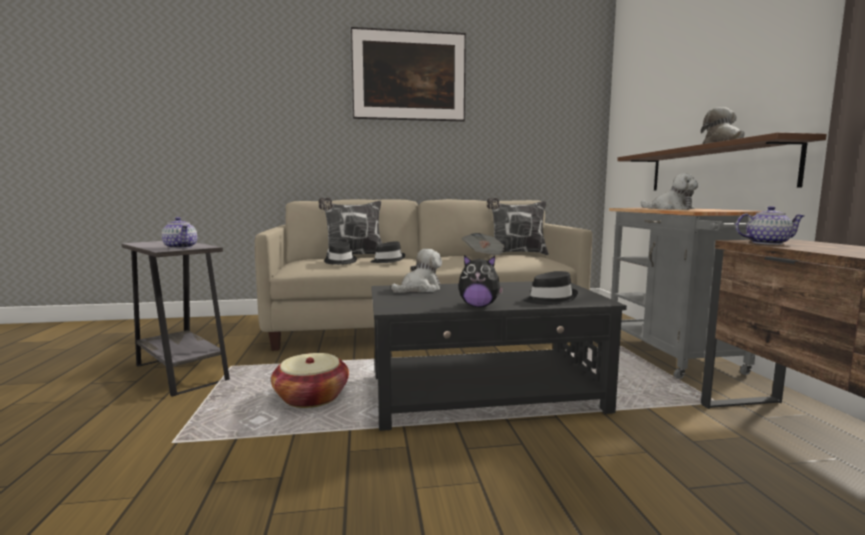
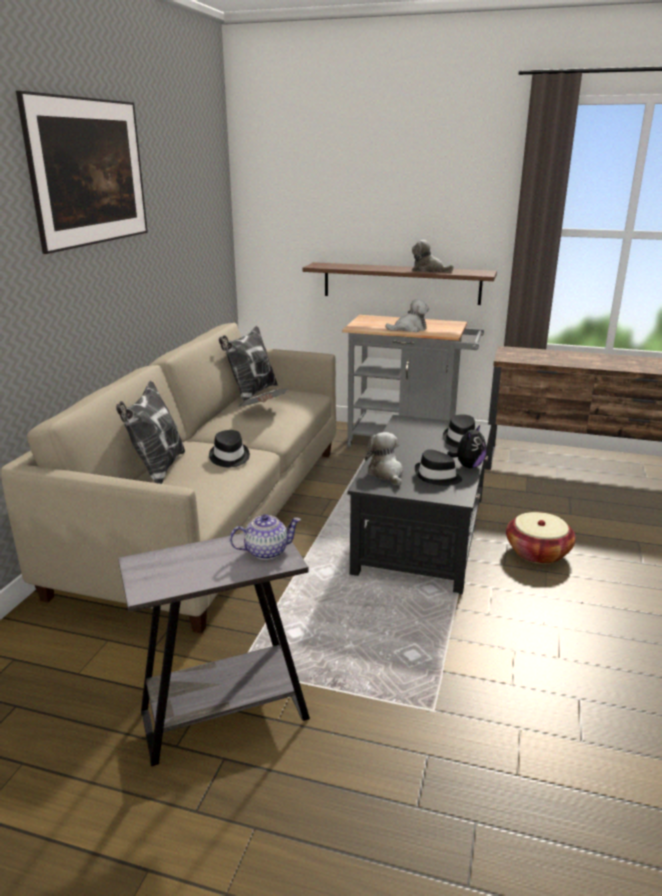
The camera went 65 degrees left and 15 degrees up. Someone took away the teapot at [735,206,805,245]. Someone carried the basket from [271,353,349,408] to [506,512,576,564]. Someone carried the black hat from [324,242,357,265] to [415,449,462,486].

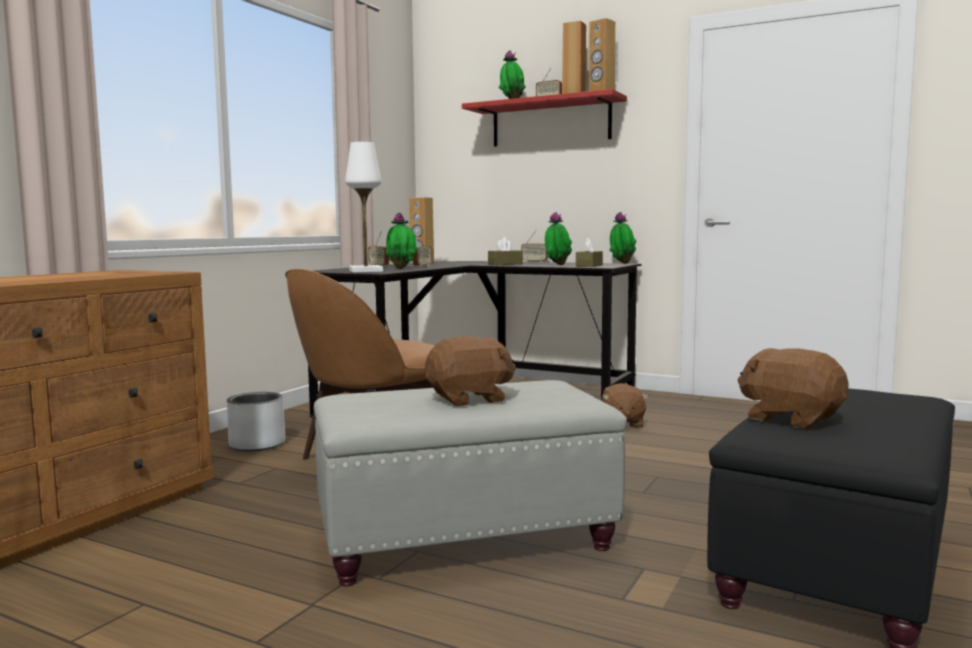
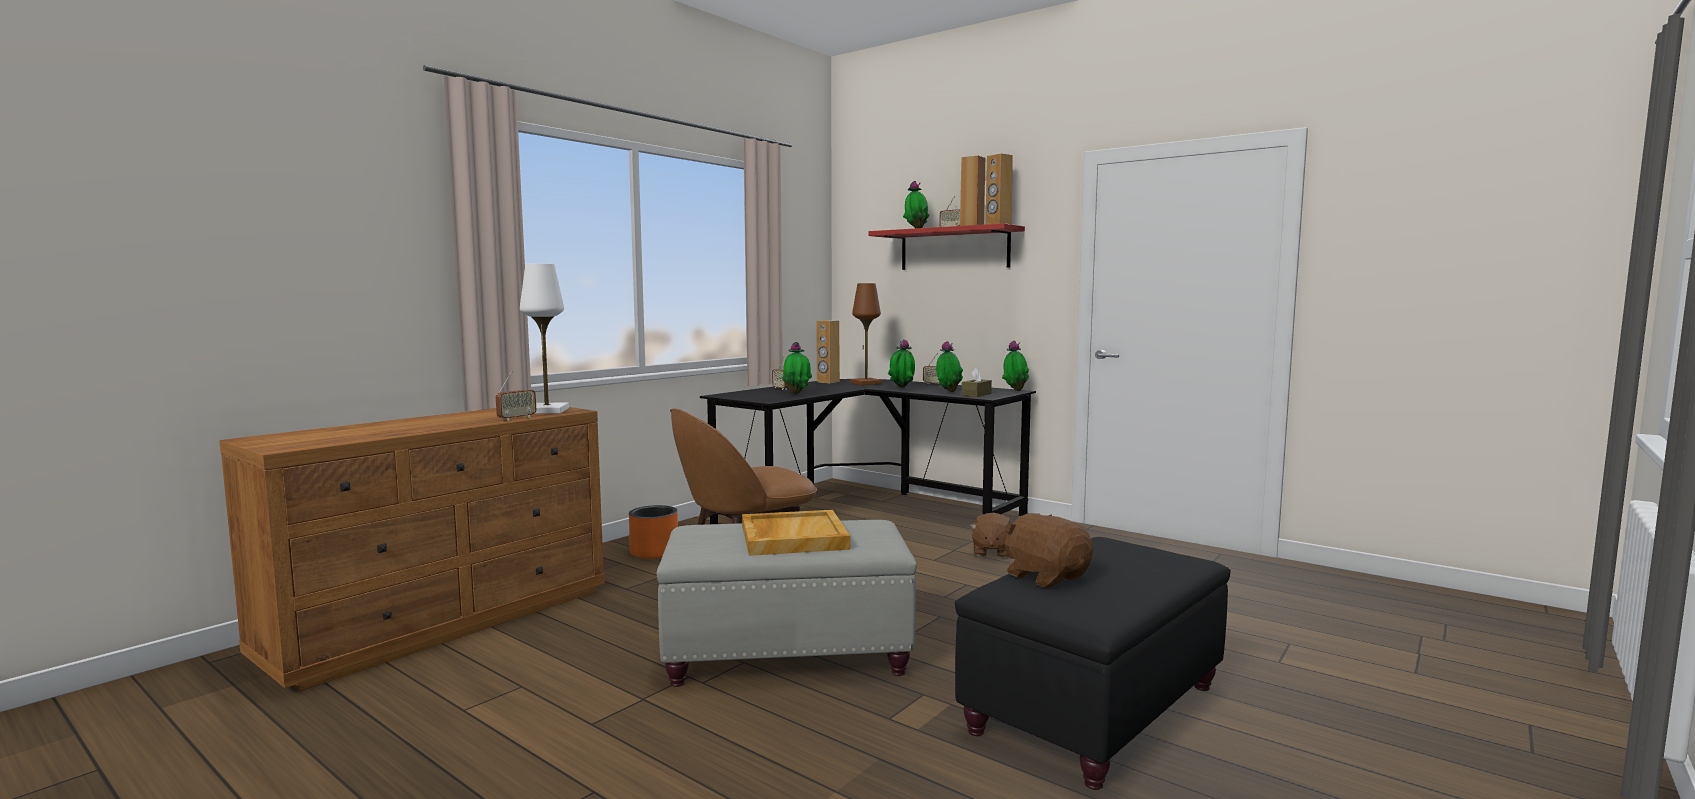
The camera went 10 degrees right and 0 degrees up. Someone put down the brown table lamp at [850,283,883,385]. Someone carried the white table lamp from [345,142,383,273] to [520,263,569,414]. Someone carried the radio from [413,231,432,267] to [496,370,536,421]. Someone swapped the brown plush toy at [425,336,516,406] for the beige tray at [742,510,850,556]. Someone swapped the brown tissue box at [488,237,523,265] for the potted plant at [888,340,915,388]. Someone repainted the grey planter at [227,392,285,451], which became the orange planter at [629,505,678,559].

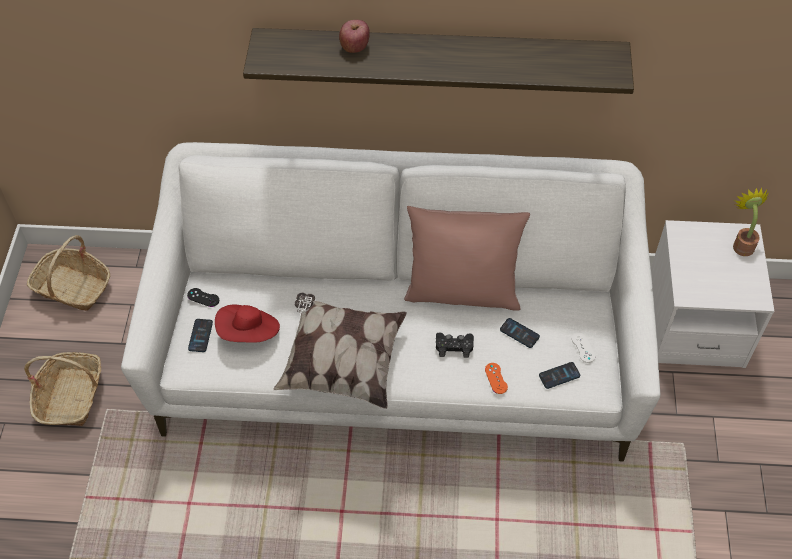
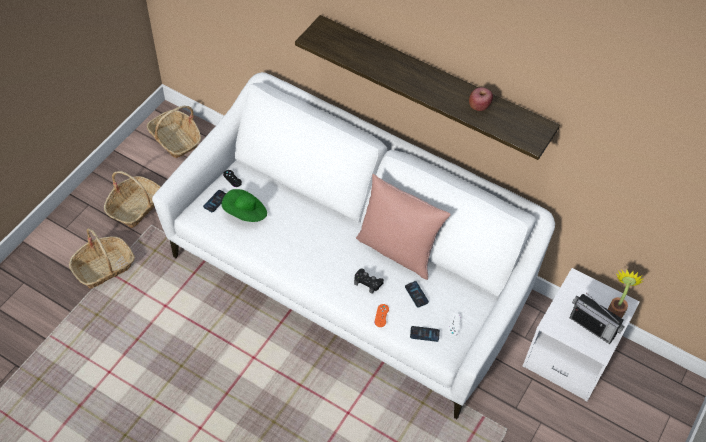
The camera went 25 degrees right and 0 degrees up. Someone took away the pillow at [273,292,407,409]. Someone put down the basket at [69,228,135,289]. Someone put down the radio at [569,293,625,344]. Someone carried the apple from [339,20,370,53] to [469,87,493,111]. Someone repainted the red hat at [215,305,280,343], which became the green hat at [222,189,267,222].

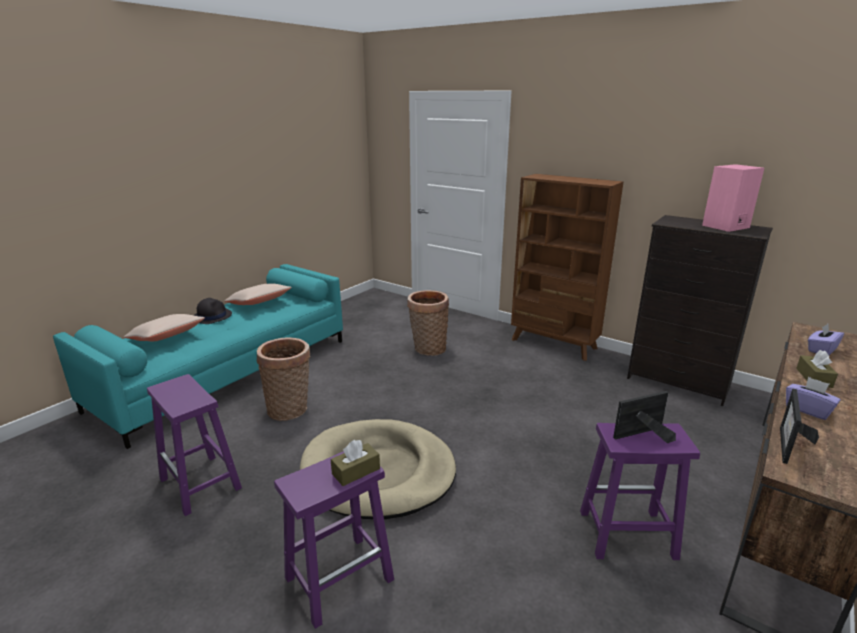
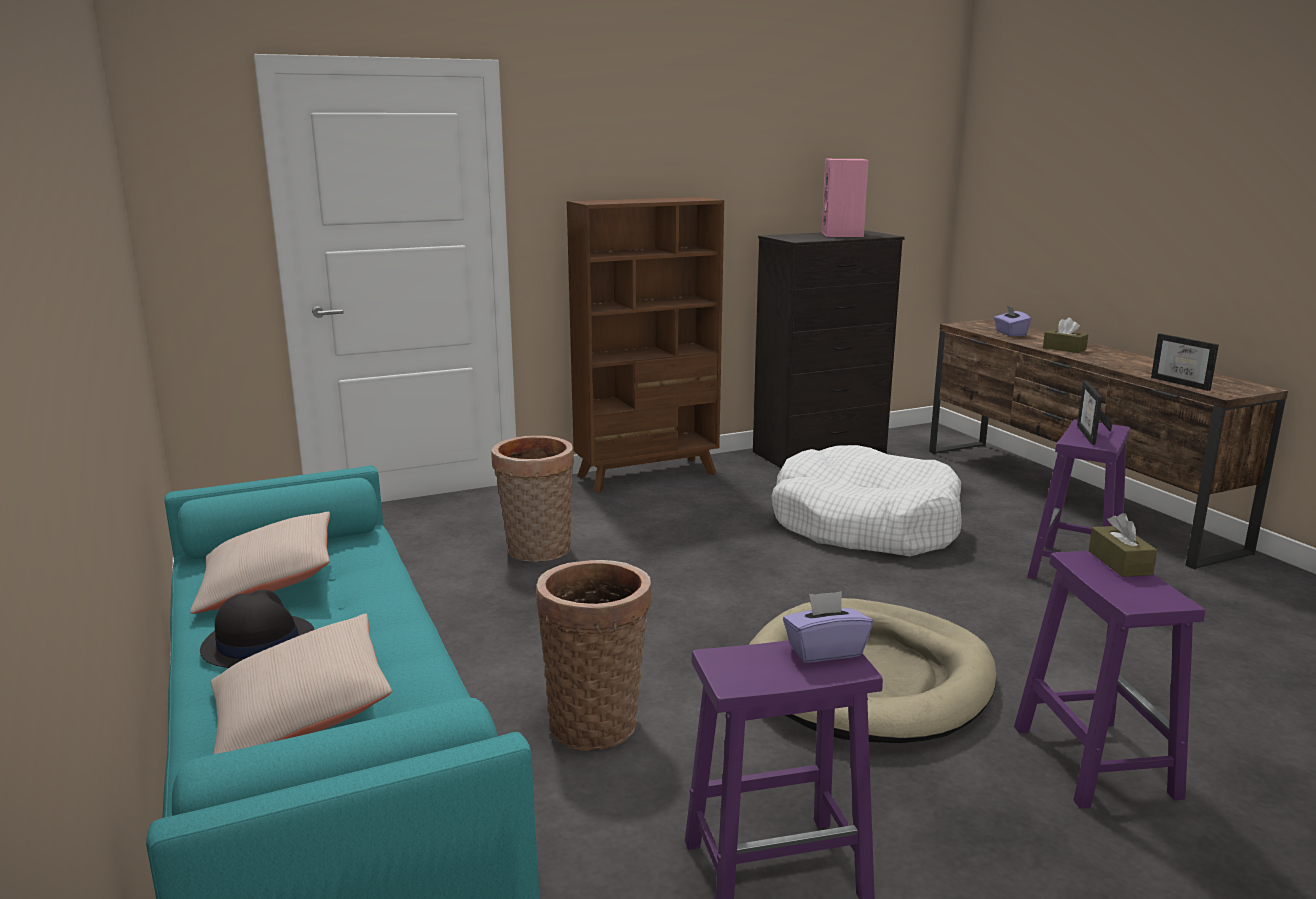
The camera went 60 degrees left and 5 degrees down. Someone put down the white dog bed at [772,445,962,557]. Someone carried the purple tissue box from [786,377,840,420] to [783,591,873,663].

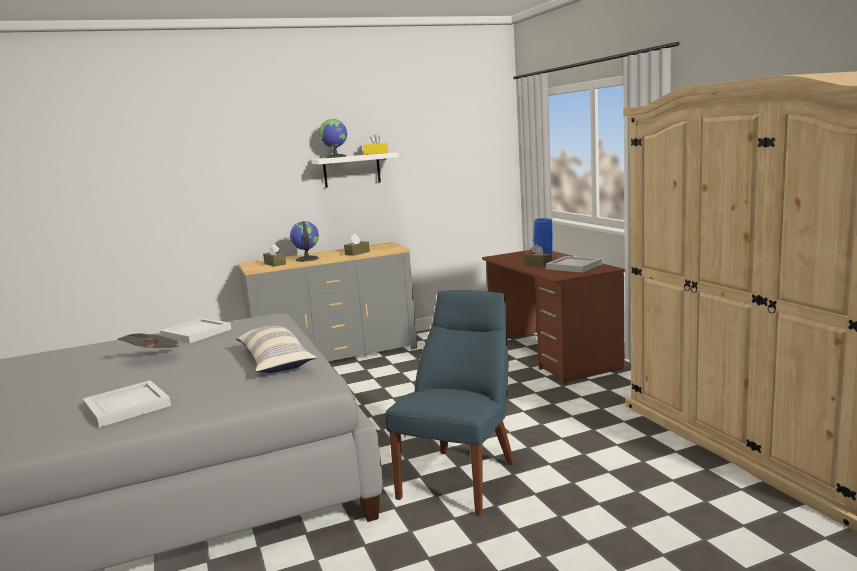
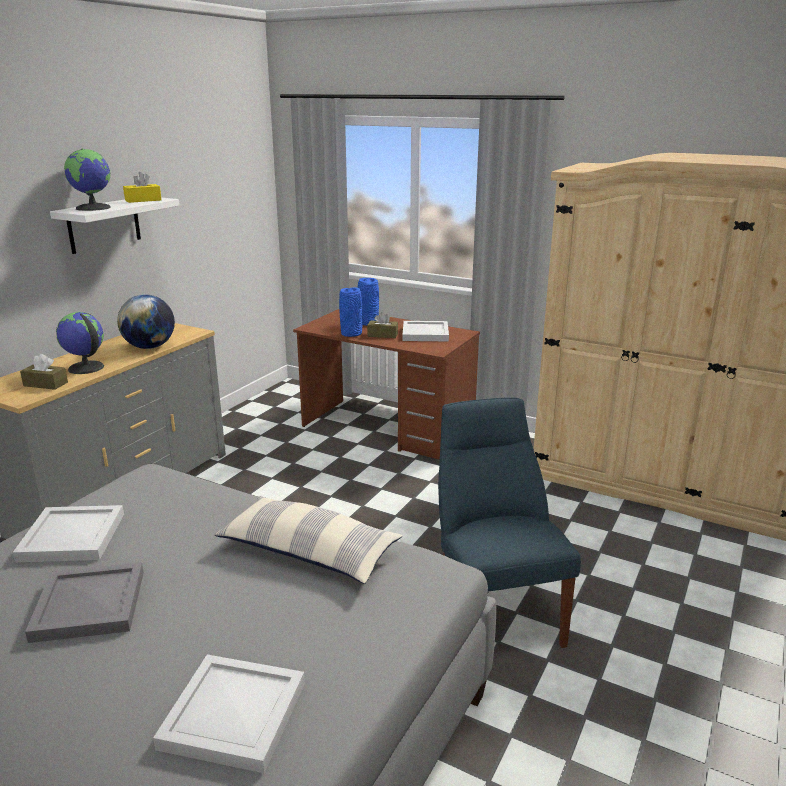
The camera went 40 degrees left and 10 degrees up. Someone put down the blue vase at [339,287,362,337]. Someone swapped the newspaper at [117,334,179,348] for the grey tray at [25,562,144,643]. Someone swapped the brown tissue box at [344,234,370,256] for the globe at [117,294,175,349].

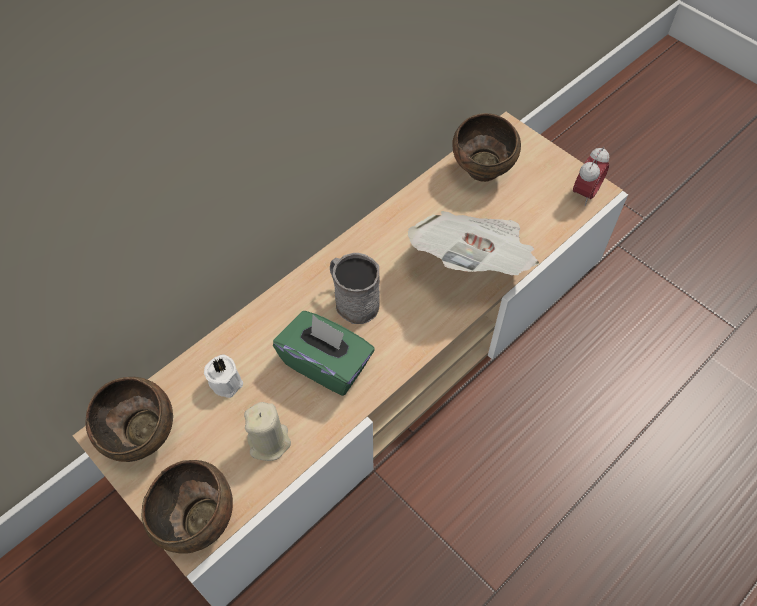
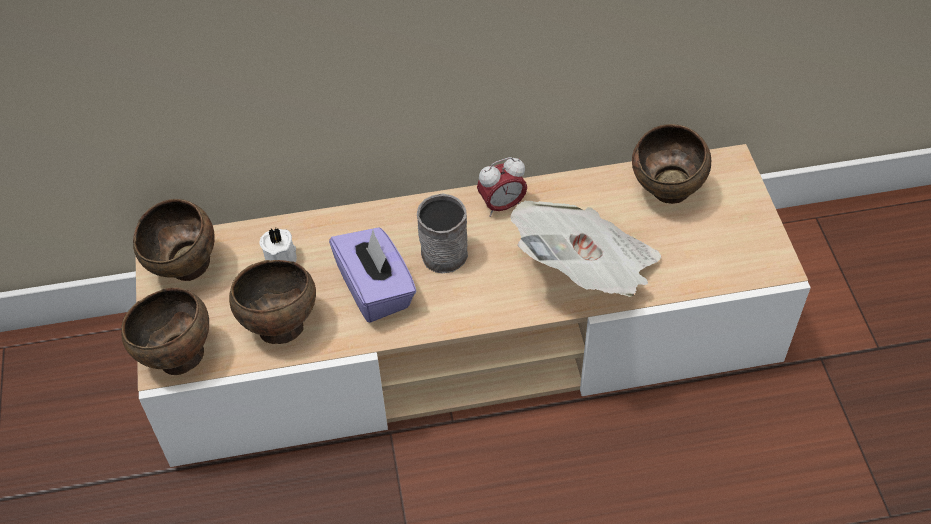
The camera went 35 degrees right and 5 degrees down. Someone carried the alarm clock from [573,147,609,206] to [477,157,527,217]. Someone swapped the beige candle at [244,402,291,461] for the brown bowl at [229,260,316,344]. Someone repainted the green tissue box at [273,311,374,396], which became the purple tissue box at [329,227,417,323].

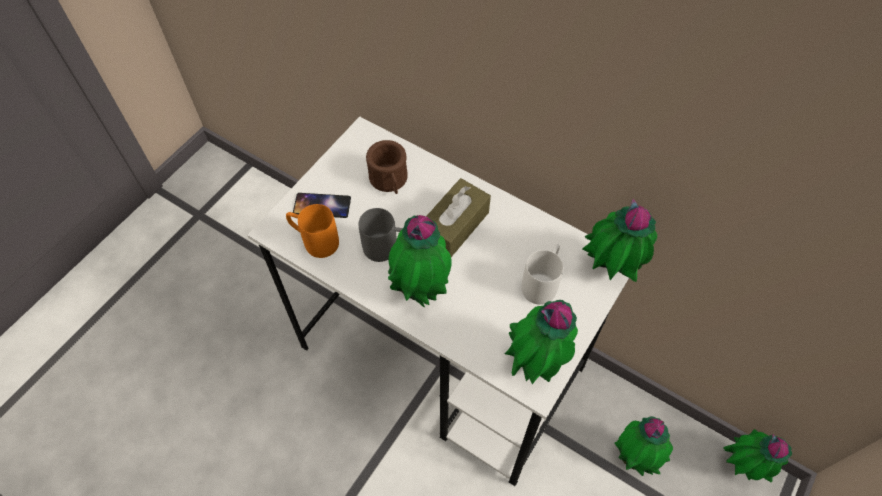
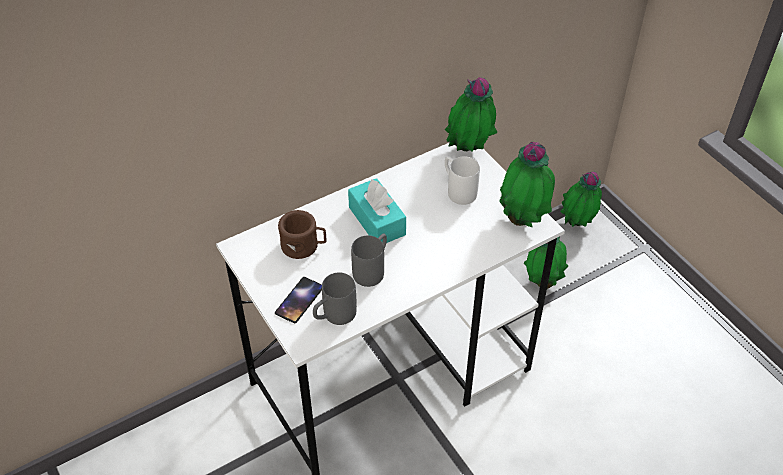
The camera went 65 degrees left and 10 degrees down. Someone took away the potted plant at [388,215,451,308]. Someone repainted the orange mug at [286,204,339,258], which became the grey mug at [313,272,357,325]. Someone repainted the brown tissue box at [426,178,491,257], which became the turquoise tissue box at [348,178,406,243].

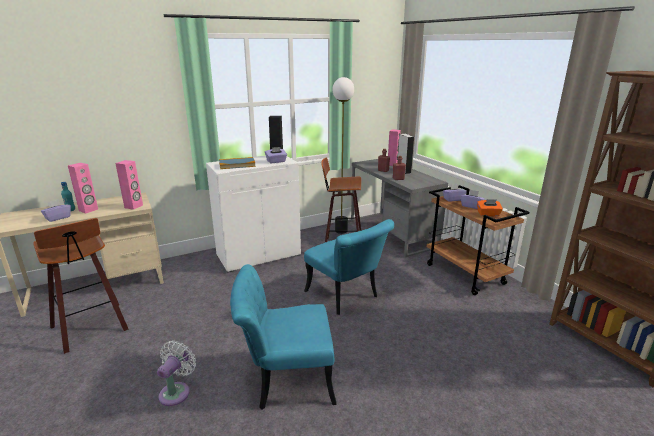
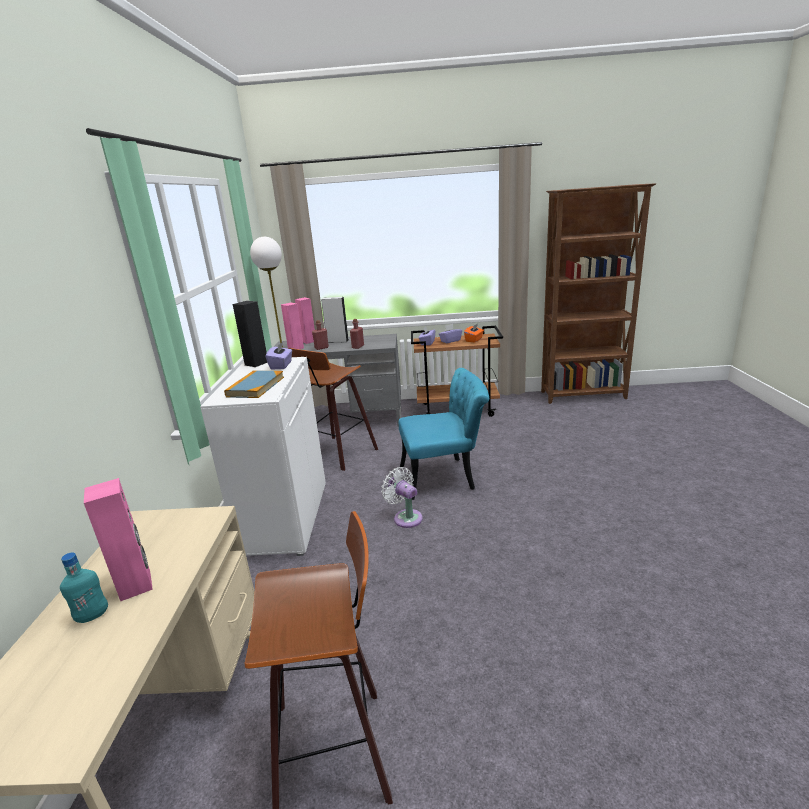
The camera went 60 degrees left and 0 degrees up. Someone took away the purple tissue box at [41,199,71,222]. Someone took away the turquoise chair at [230,264,337,410]. Someone carried the pink speaker from [115,160,143,210] to [281,302,304,349]. Someone carried the white fan from [157,341,196,406] to [381,467,423,528].

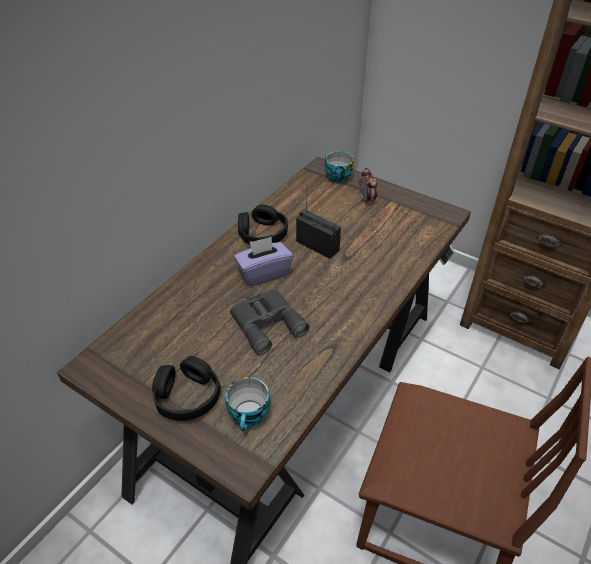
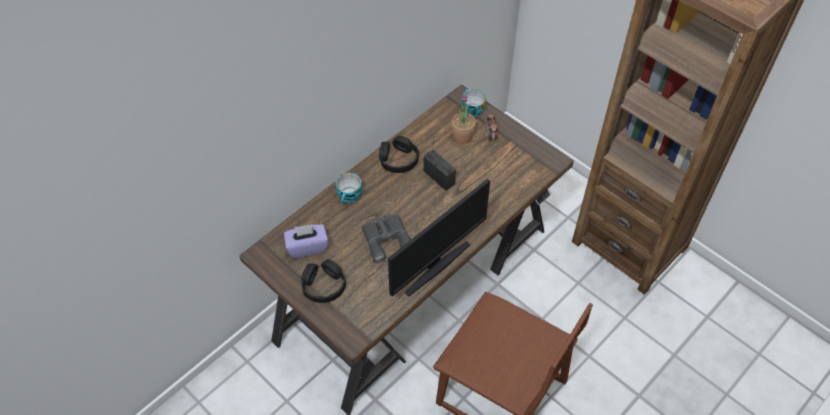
The camera went 10 degrees right and 10 degrees up. Someone put down the monitor at [388,179,490,297]. Someone put down the potted plant at [452,96,476,144]. Someone carried the cup from [226,377,270,431] to [335,173,362,204]. Someone carried the purple tissue box from [234,237,293,286] to [284,224,328,258].

